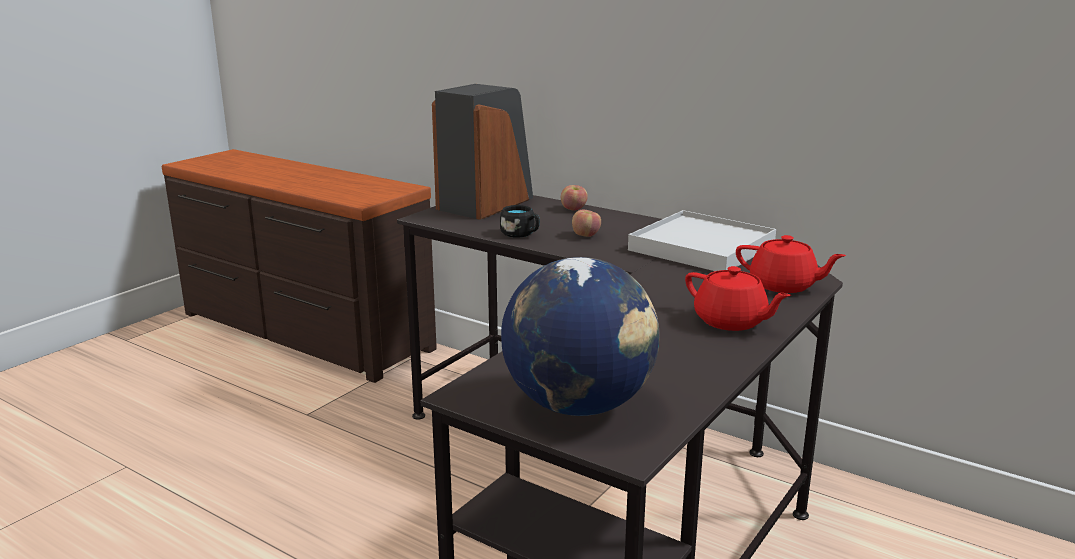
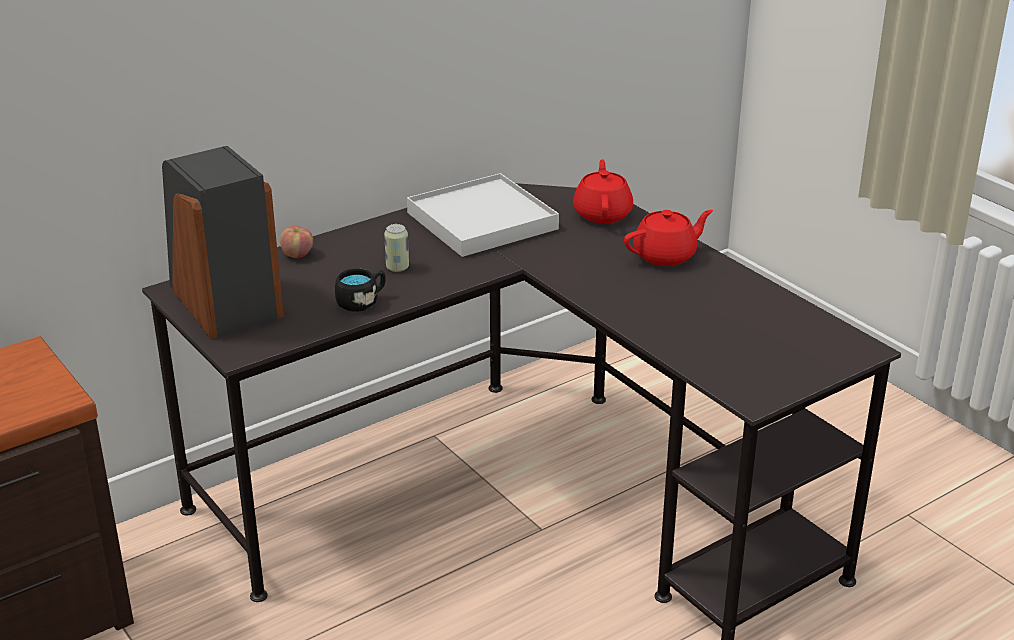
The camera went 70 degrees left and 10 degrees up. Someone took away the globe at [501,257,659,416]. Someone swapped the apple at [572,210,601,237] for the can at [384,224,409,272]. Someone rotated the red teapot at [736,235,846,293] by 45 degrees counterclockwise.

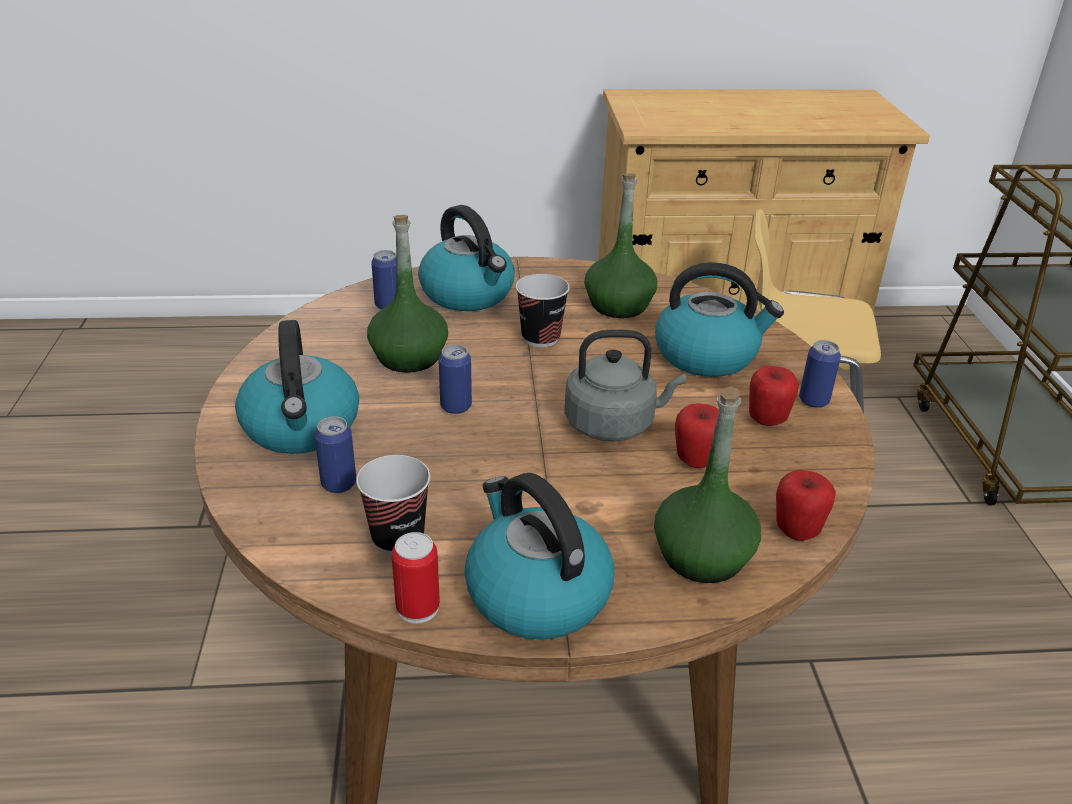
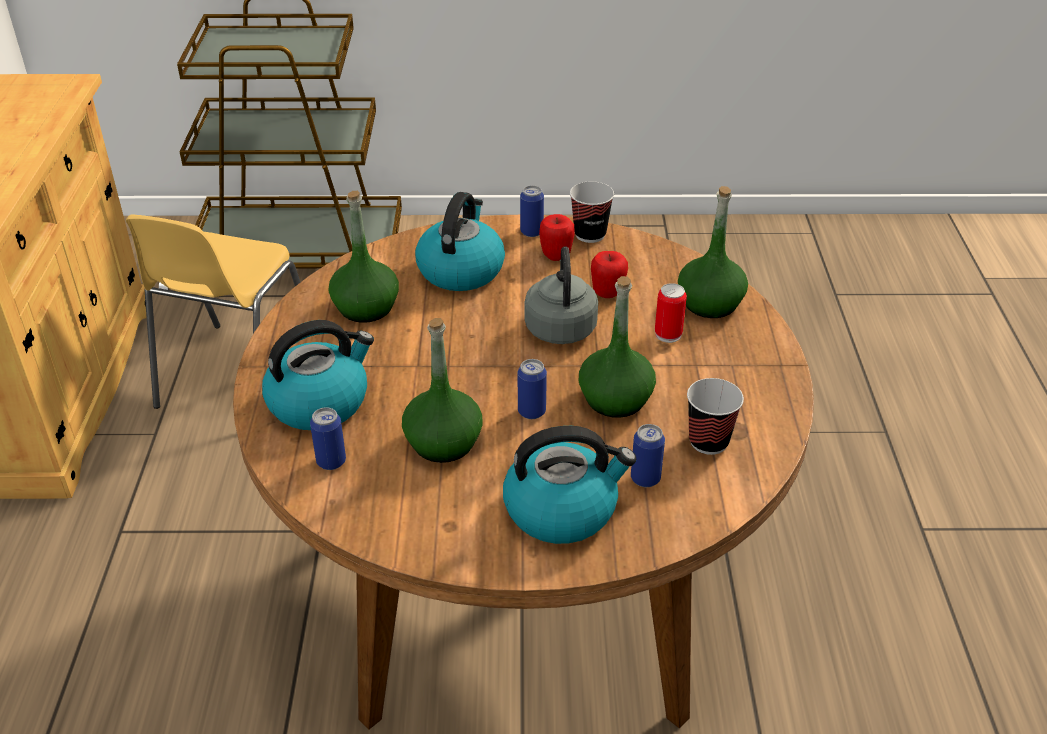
The camera went 85 degrees left and 5 degrees up. Someone took away the kettle at [464,473,614,640]. Someone took away the apple at [776,470,836,541]. Someone put down the green bottle at [579,276,656,418]. Someone carried the can from [392,532,440,624] to [655,283,687,343]. Someone carried the cup from [516,274,570,347] to [570,181,614,243].

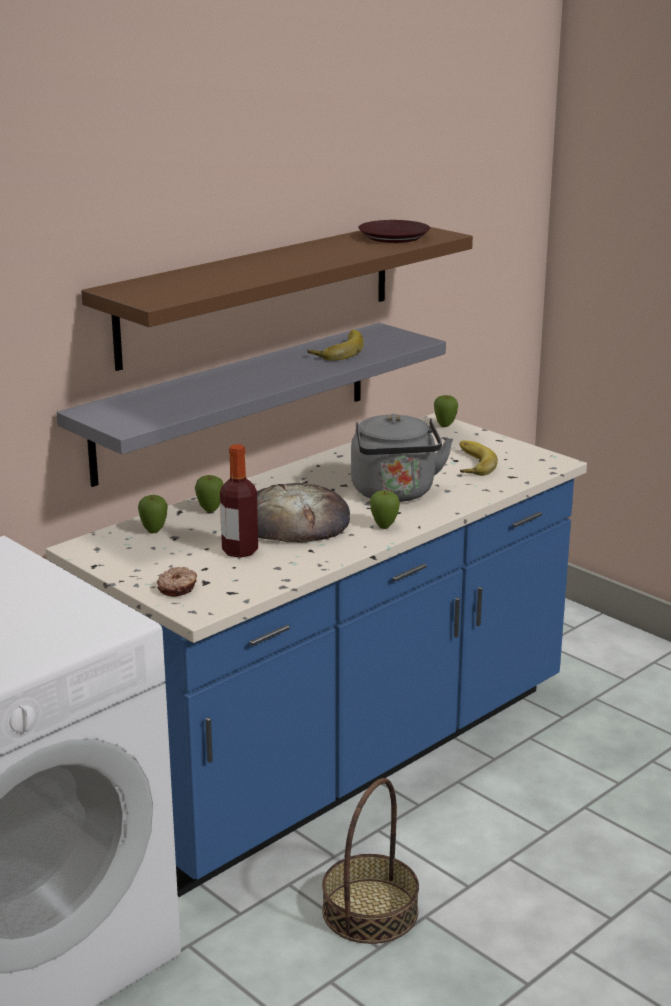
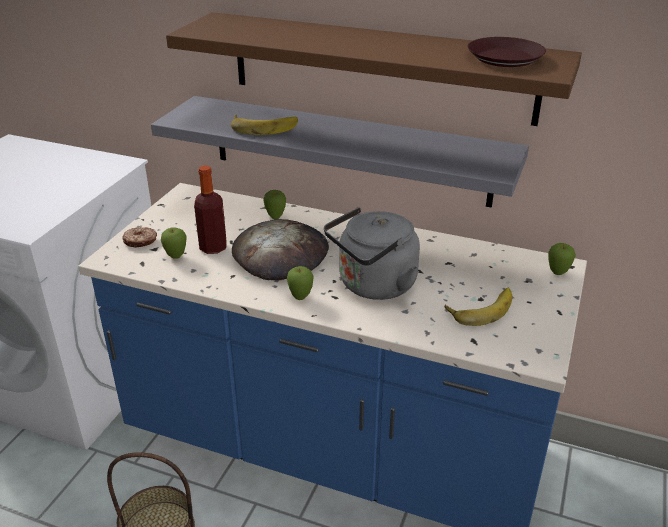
The camera went 65 degrees right and 10 degrees up. Someone carried the apple from [138,495,167,534] to [161,227,186,259]. Someone carried the banana from [307,330,363,361] to [231,115,298,135].

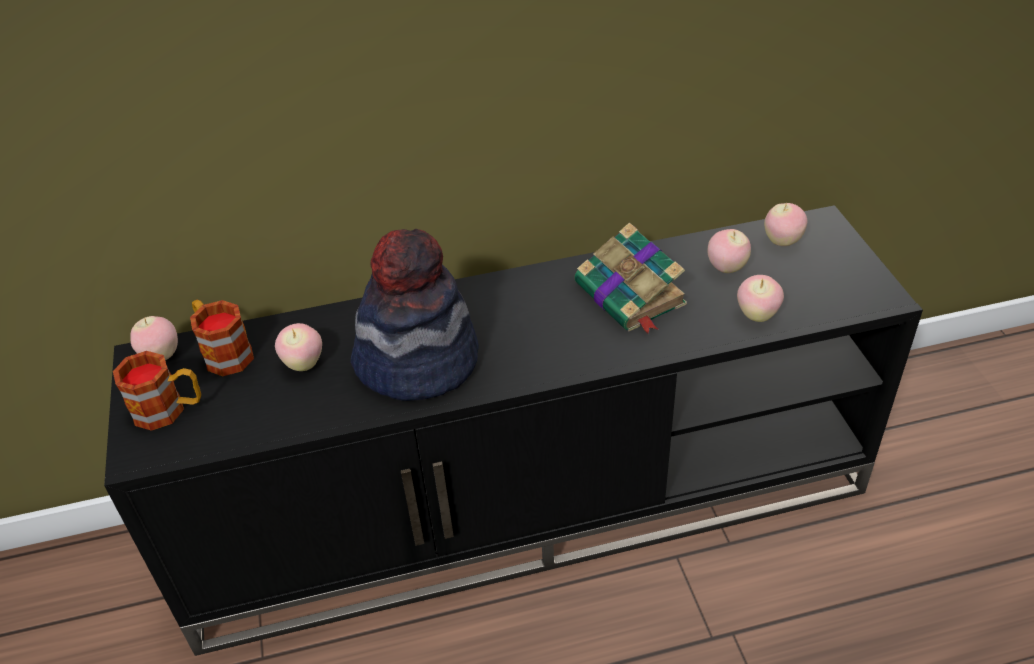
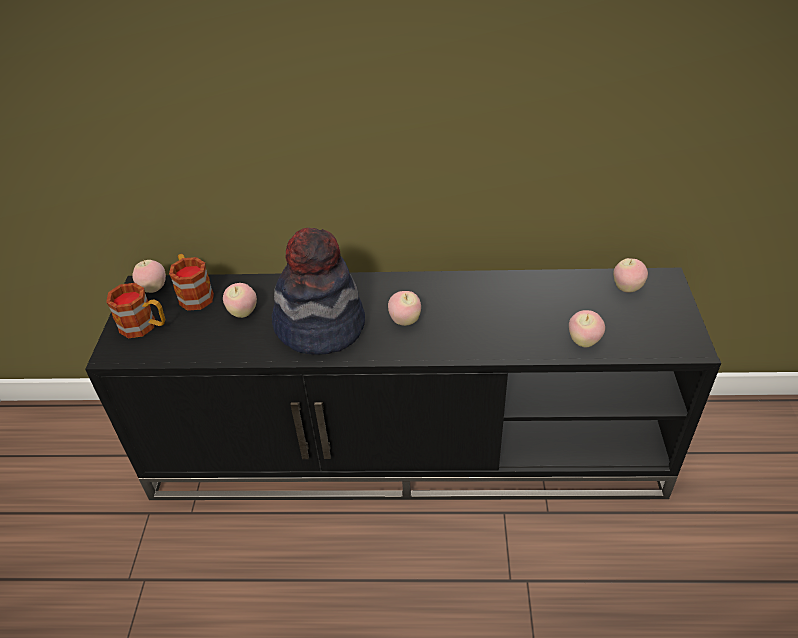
The camera went 15 degrees right and 0 degrees up. Someone took away the book at [574,222,687,334]. Someone carried the apple from [708,229,751,273] to [388,291,421,326].

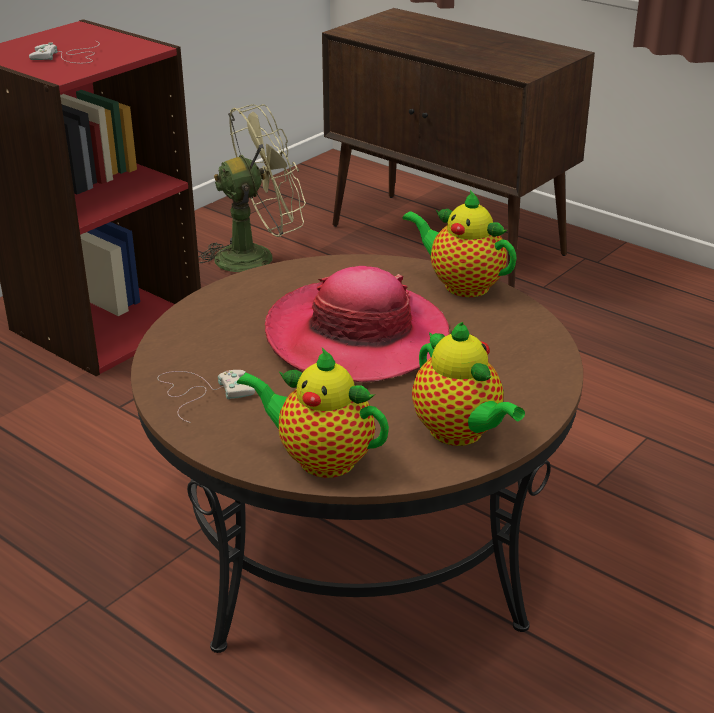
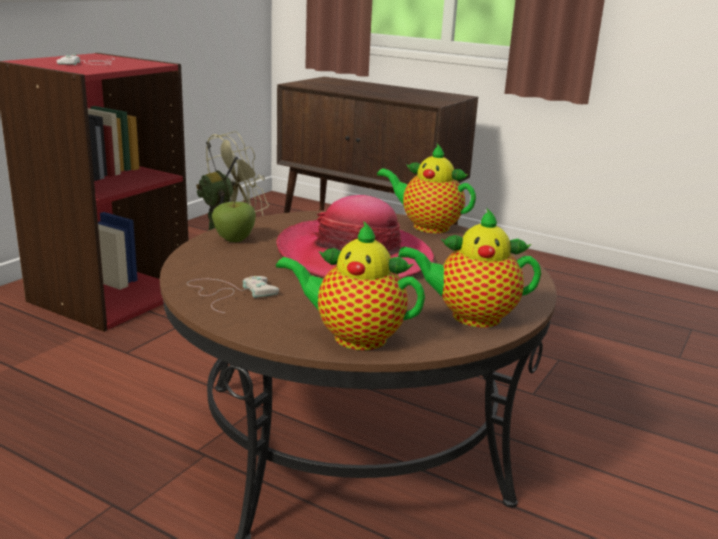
The camera went 10 degrees left and 10 degrees down. Someone put down the apple at [212,202,256,242]. Someone rotated the teapot at [412,322,525,446] by 135 degrees clockwise.

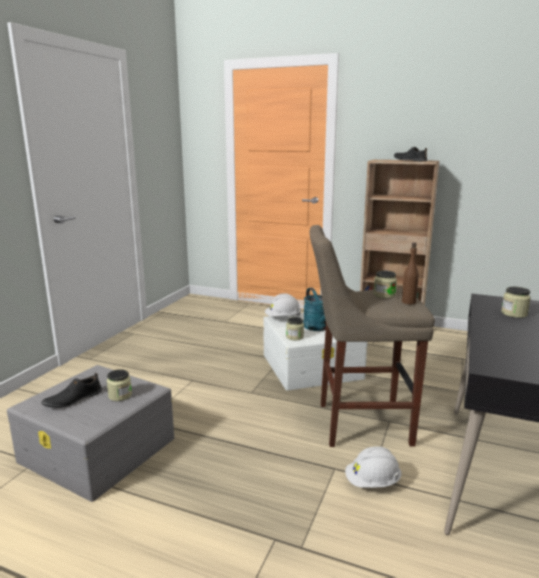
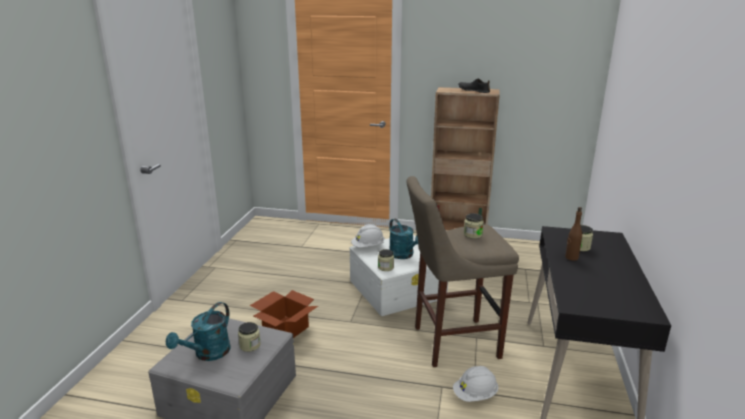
The camera went 10 degrees left and 5 degrees up. Someone put down the cardboard box at [250,290,318,338]. Someone carried the brown bottle from [402,242,419,304] to [565,207,582,261]. Someone swapped the black shoe at [41,373,102,408] for the turquoise watering can at [166,302,230,361].

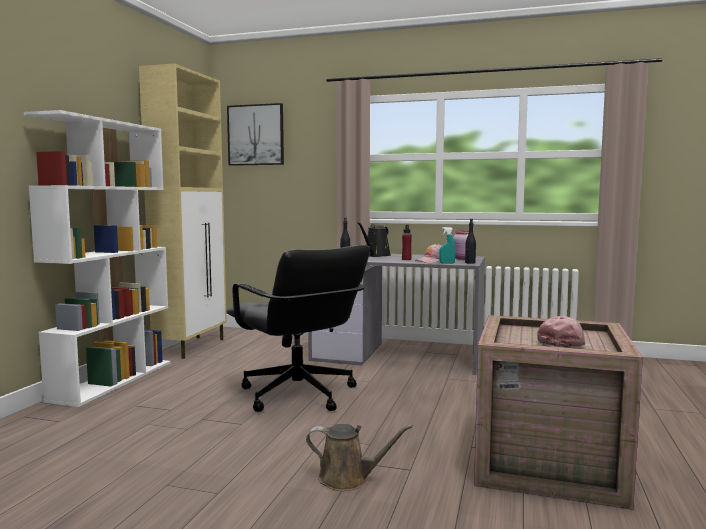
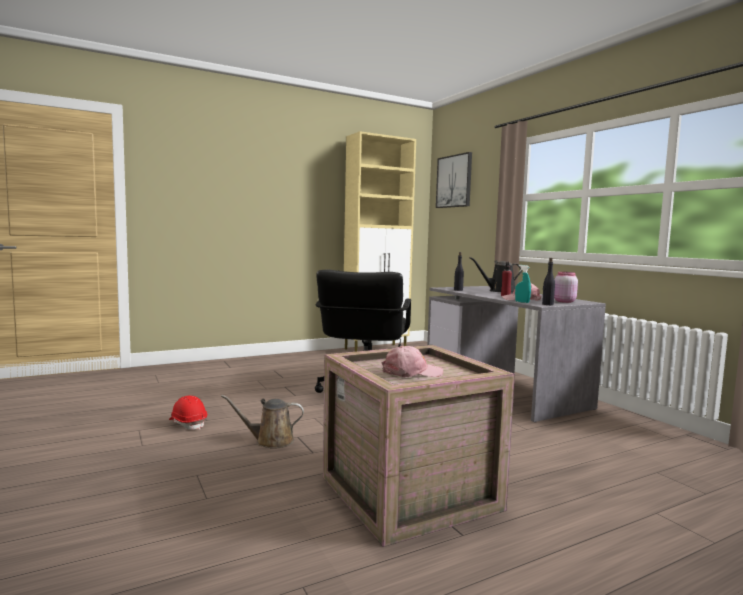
The camera went 45 degrees right and 0 degrees up. Someone took away the white bookcase at [24,110,170,407]. Someone put down the red hard hat at [169,395,207,430]. Someone rotated the brown watering can at [306,424,413,491] by 120 degrees clockwise.

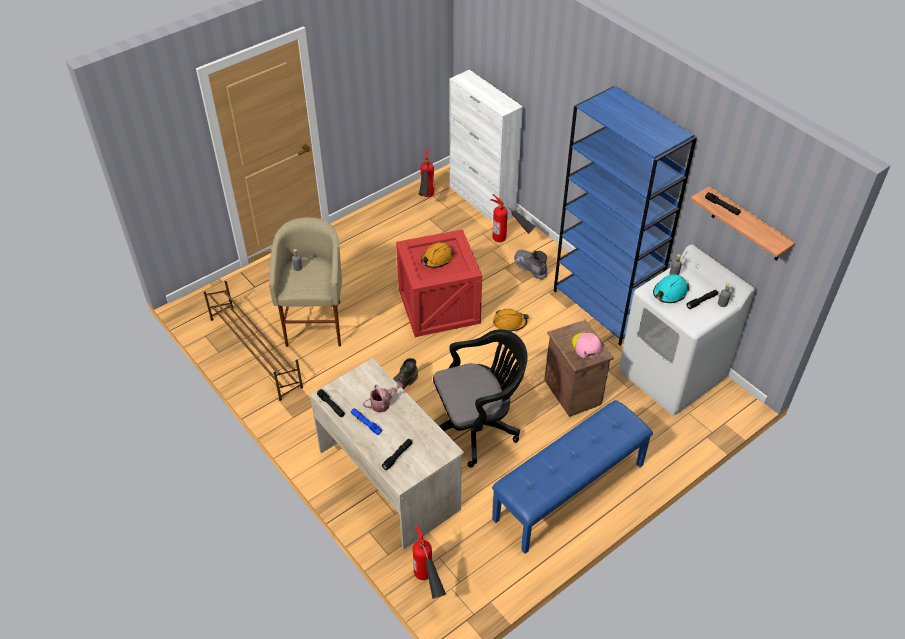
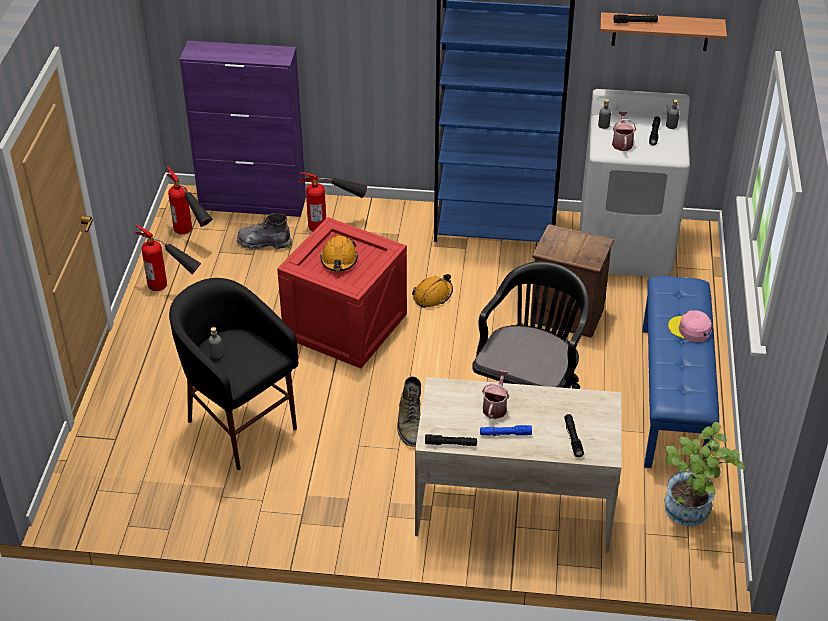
The camera went 45 degrees left and 5 degrees down. Someone took away the brown shoe rack at [204,281,303,401]. Someone put down the potted plant at [664,422,746,526]. Someone carried the fire extinguisher from [412,525,446,599] to [134,225,201,291]. Someone carried the grey boot from [514,250,547,280] to [237,213,292,250]. Someone carried the pink cap from [572,333,601,358] to [668,310,712,342]. Someone swapped the turquoise hard hat at [653,274,689,303] for the watering can at [612,111,636,151]. Someone repainted the beige stool at [269,217,342,347], which became the black stool at [169,278,298,470]. Someone repainted the white cabinet at [450,70,523,222], which became the purple cabinet at [180,41,306,217].

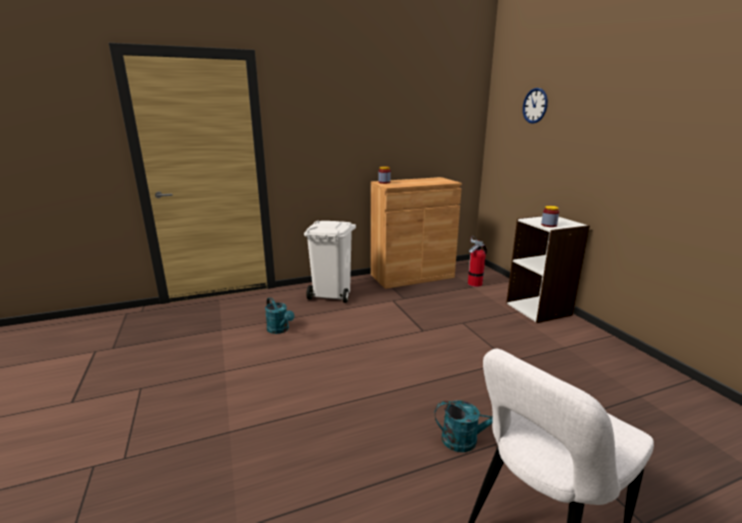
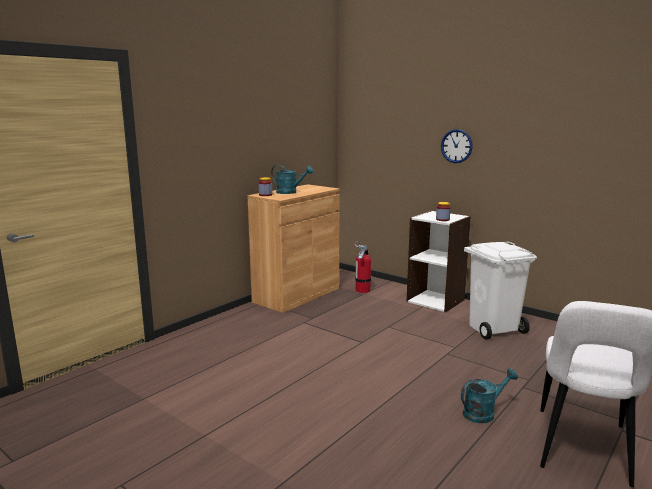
The camera went 30 degrees left and 5 degrees down. Someone carried the turquoise watering can from [265,297,294,334] to [271,165,313,194]. Someone carried the white trash can from [304,221,356,303] to [464,242,537,339]. Someone carried the wall clock from [523,88,548,124] to [441,129,473,163].

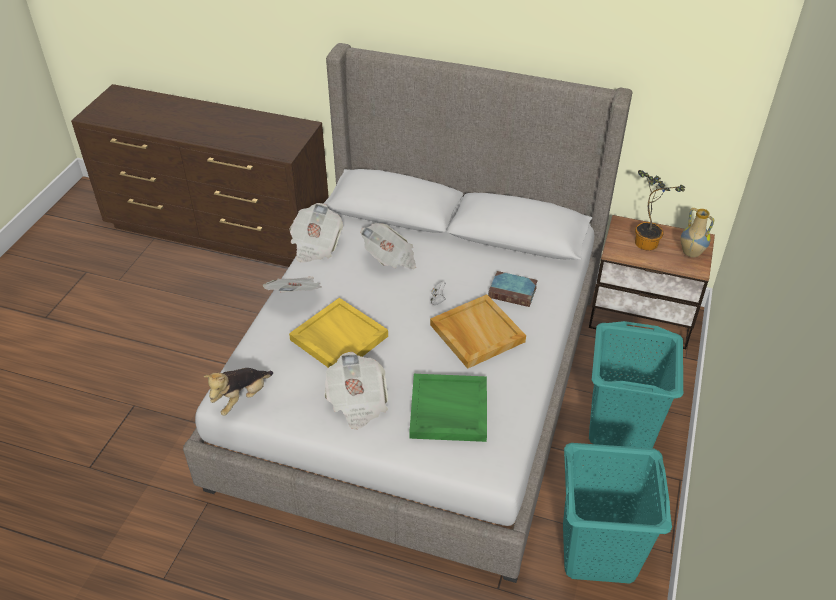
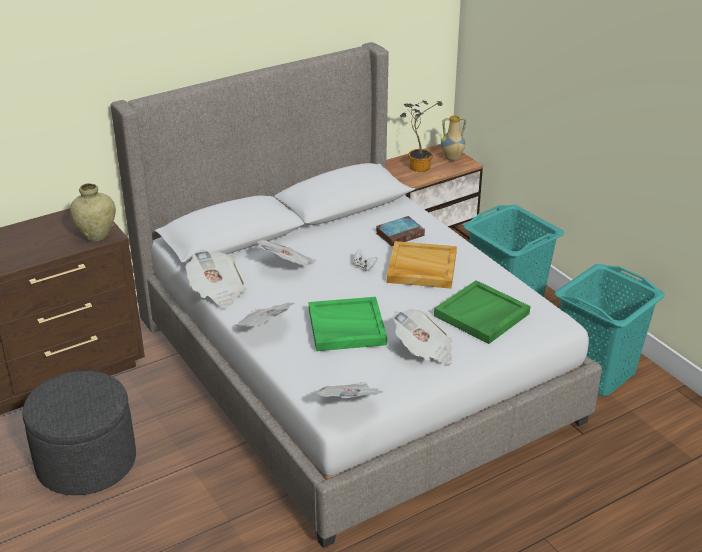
The camera went 50 degrees left and 10 degrees down. Someone put down the grey ottoman at [22,371,136,495]. Someone put down the beige vase at [70,183,116,242]. Someone swapped the plush toy at [203,368,273,416] for the newspaper at [316,382,383,398]. Someone repainted the yellow tray at [289,298,388,368], which became the green tray at [309,297,387,351].

